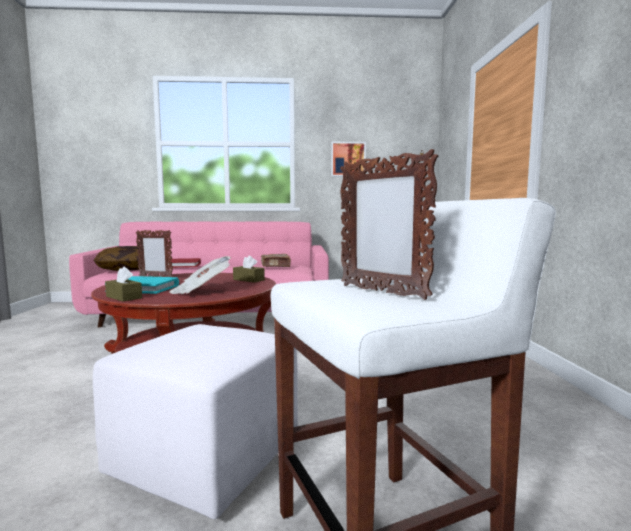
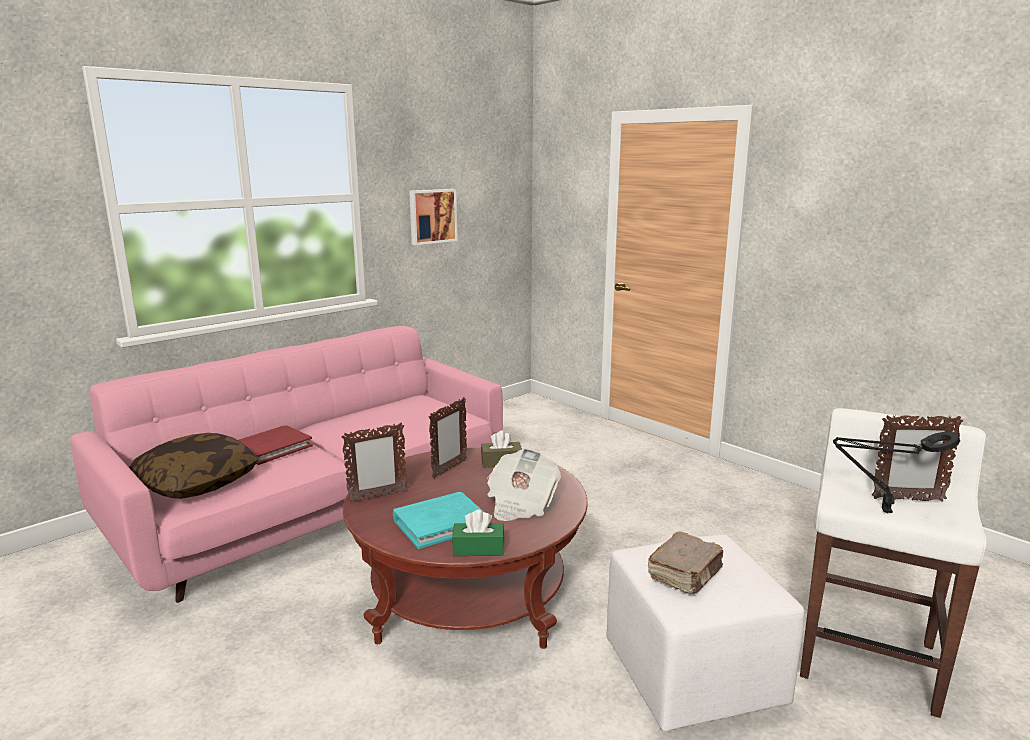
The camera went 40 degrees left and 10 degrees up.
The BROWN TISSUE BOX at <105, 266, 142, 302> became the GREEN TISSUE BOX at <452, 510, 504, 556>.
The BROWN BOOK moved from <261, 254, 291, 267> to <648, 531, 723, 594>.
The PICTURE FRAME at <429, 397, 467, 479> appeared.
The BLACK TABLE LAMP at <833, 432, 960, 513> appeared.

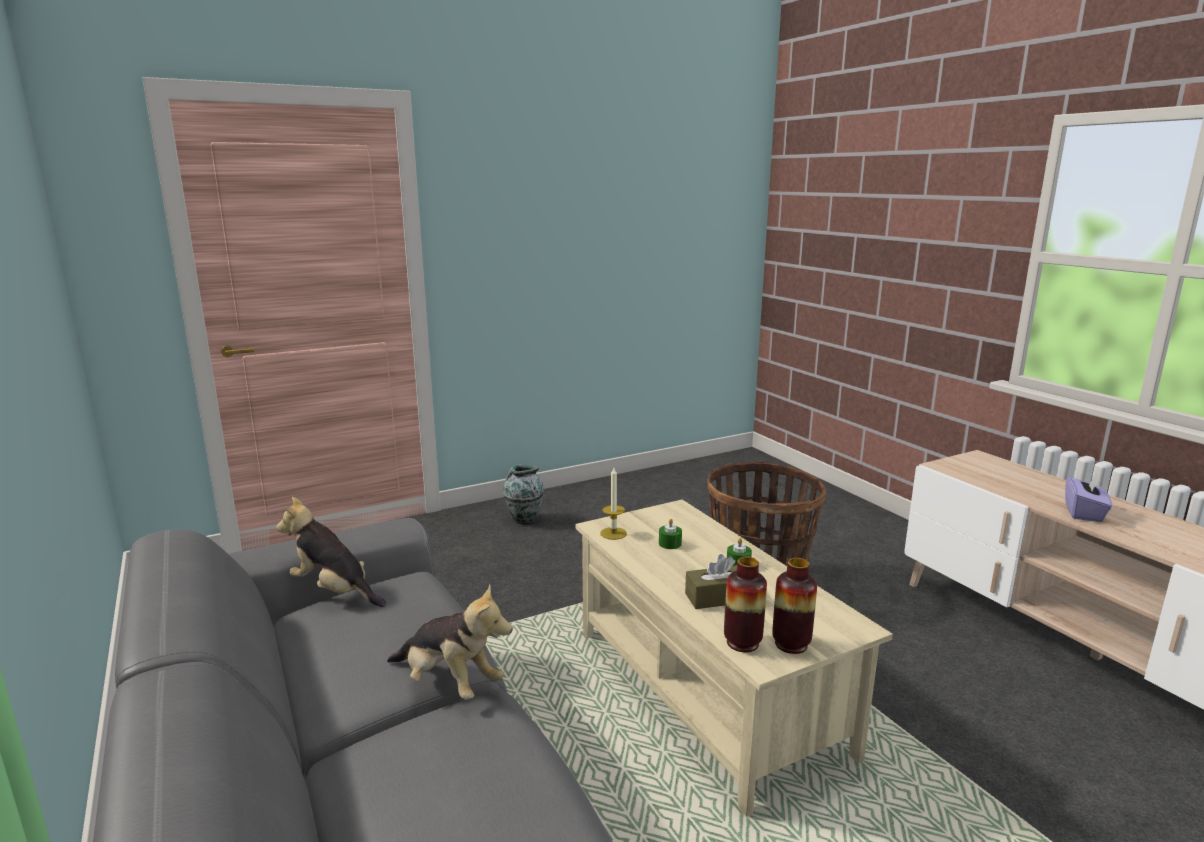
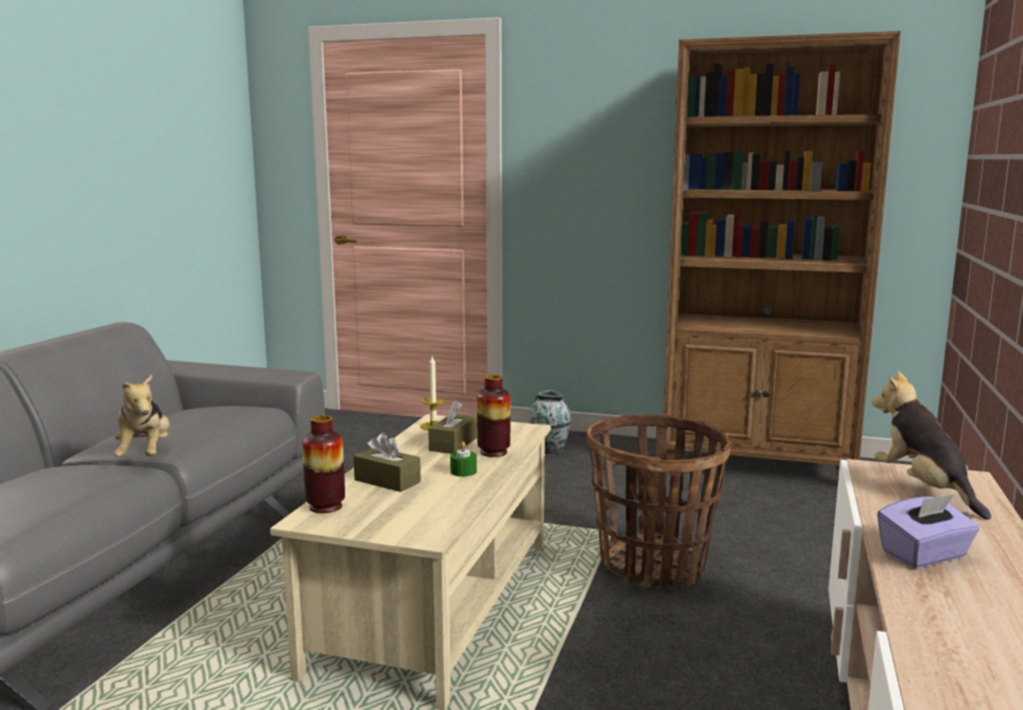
The camera went 45 degrees right and 5 degrees down.
The PLUSH TOY moved from <276, 497, 386, 607> to <872, 371, 991, 520>.
The GREEN CANDLE at <659, 519, 682, 549> was replaced by the BROWN TISSUE BOX at <428, 400, 477, 454>.
The VASE moved from <772, 558, 817, 654> to <477, 375, 510, 457>.
The BROWN BOOKCASE at <664, 31, 901, 478> appeared.

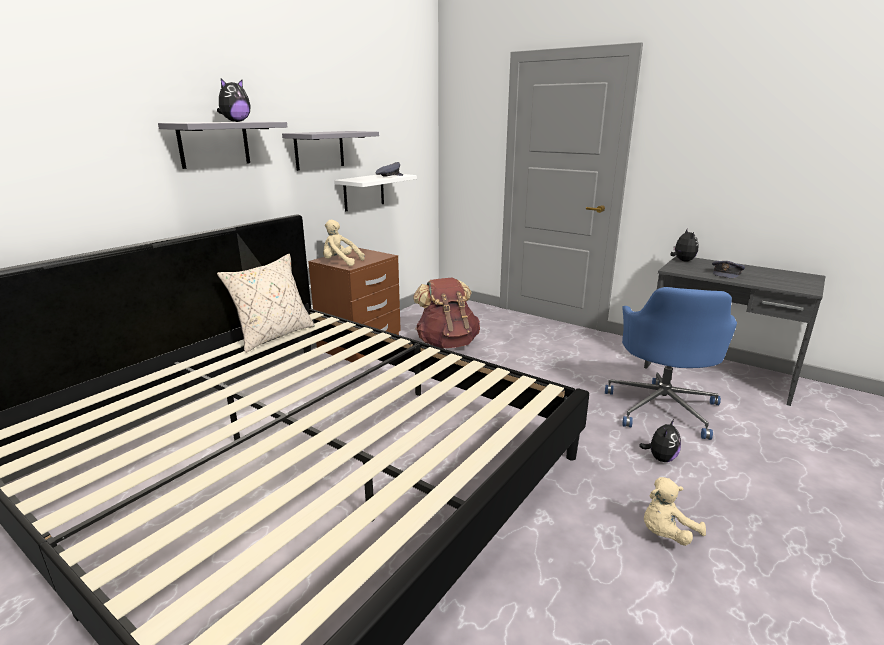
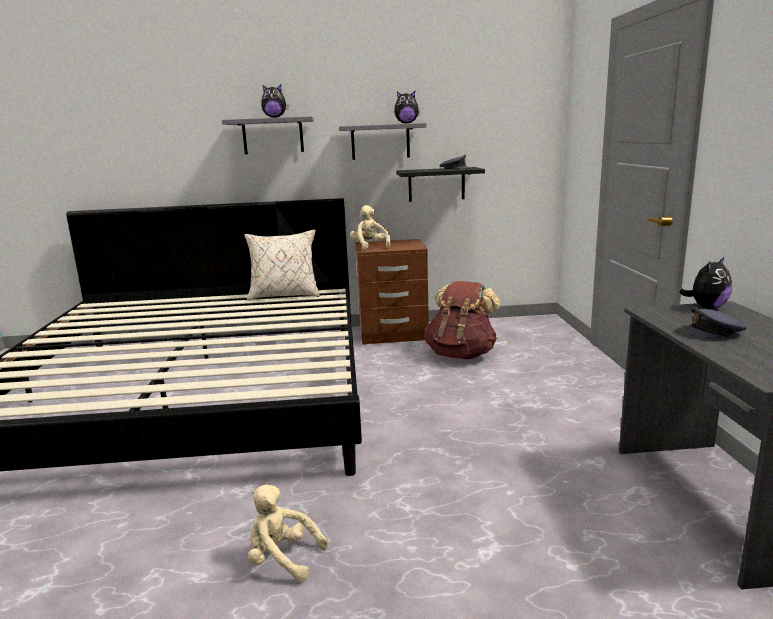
The camera went 50 degrees right and 5 degrees down.
The WHITE SHELF at <334, 174, 417, 211> became the BLACK SHELF at <397, 167, 485, 202>.
The BLUE OFFICE CHAIR at <605, 287, 737, 440> disappeared.
The PLUSH TOY moved from <639, 418, 681, 462> to <394, 91, 420, 124>.

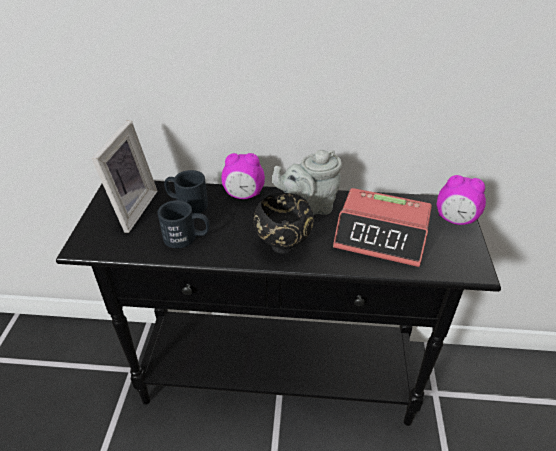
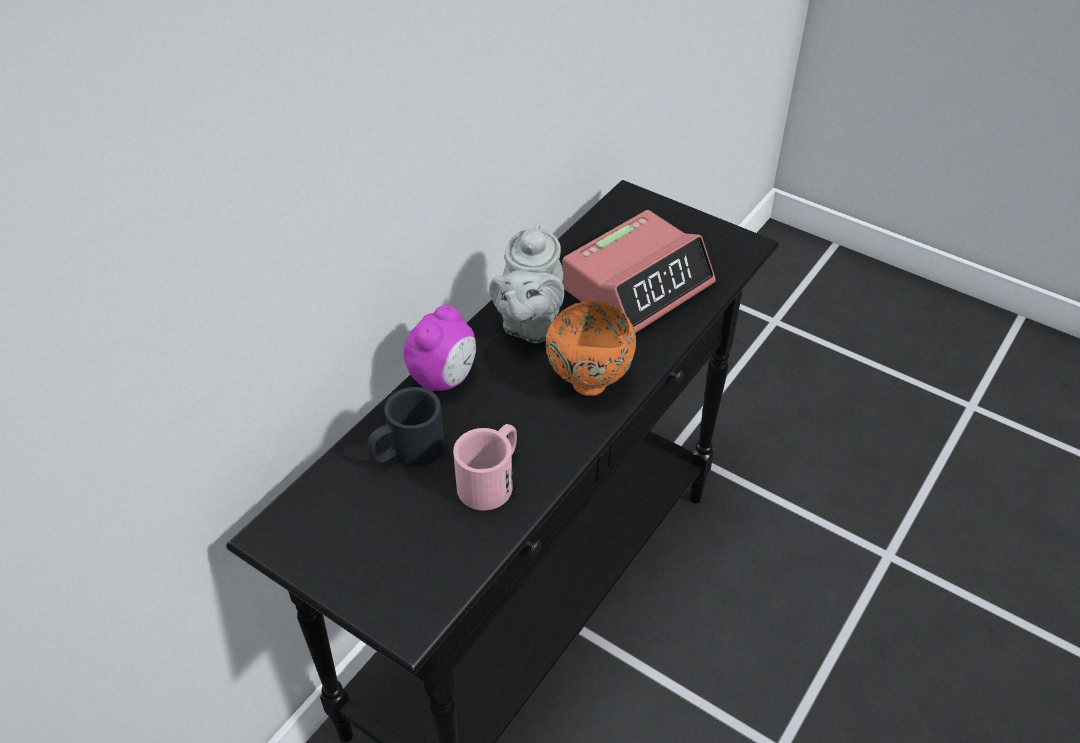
The camera went 60 degrees left and 5 degrees up.
The PICTURE FRAME at <91, 120, 158, 233> disappeared.
The BLACK MUG at <158, 200, 209, 248> became the PINK MUG at <453, 424, 517, 511>.
The BLACK BOWL at <254, 193, 314, 254> became the ORANGE BOWL at <546, 300, 636, 396>.
The ALARM CLOCK at <437, 175, 486, 225> disappeared.

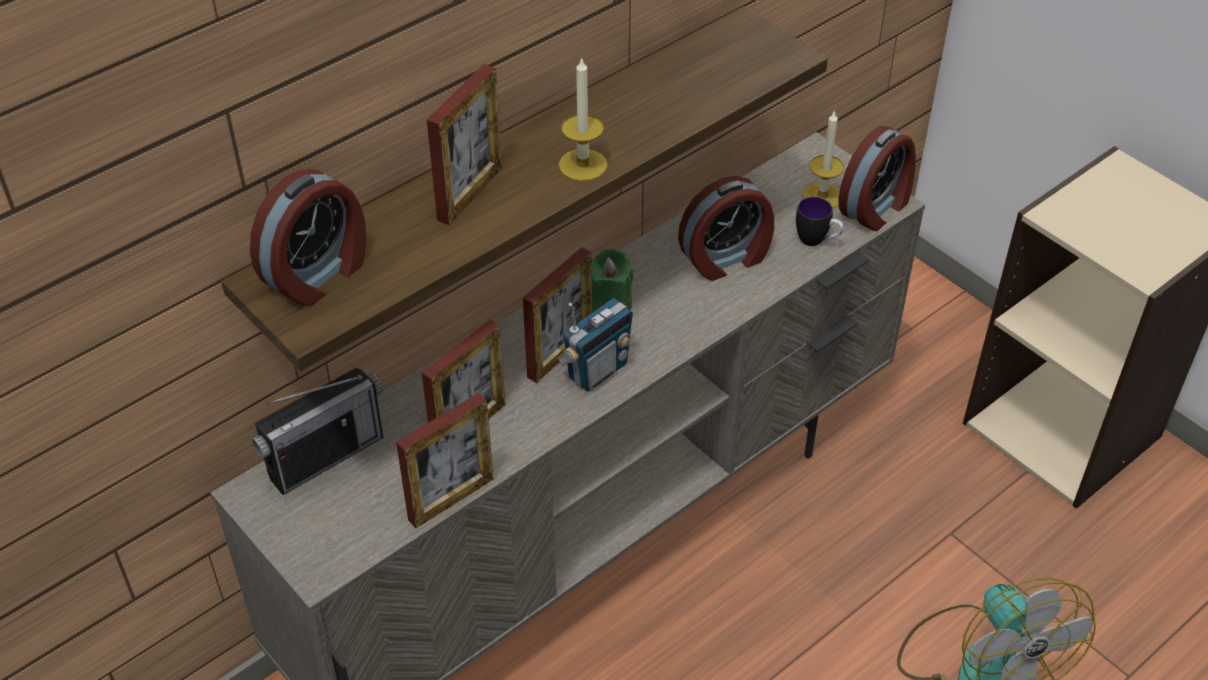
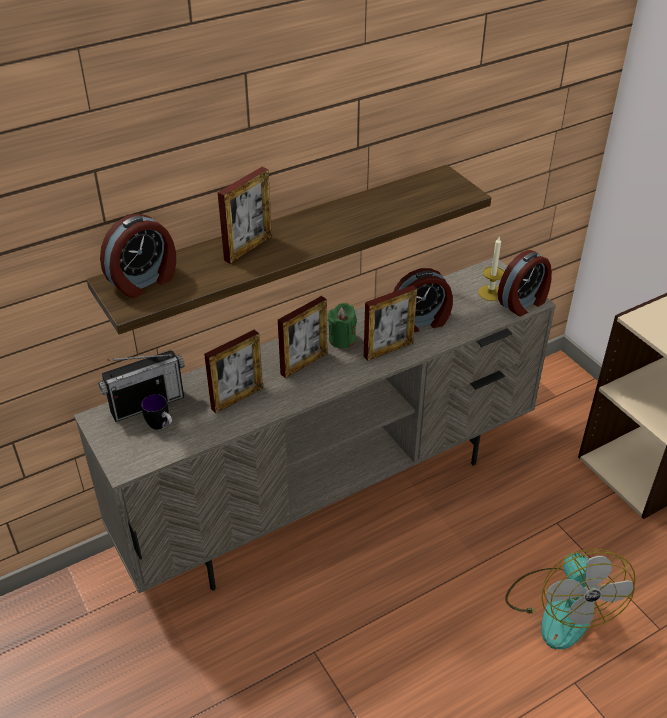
The camera went 10 degrees right and 5 degrees down.
The PICTURE FRAME moved from <396, 393, 494, 528> to <364, 285, 417, 361>.
The RADIO at <557, 298, 633, 392> disappeared.
The CANDLE at <559, 57, 608, 181> disappeared.
The MUG moved from <796, 197, 844, 246> to <141, 394, 172, 430>.

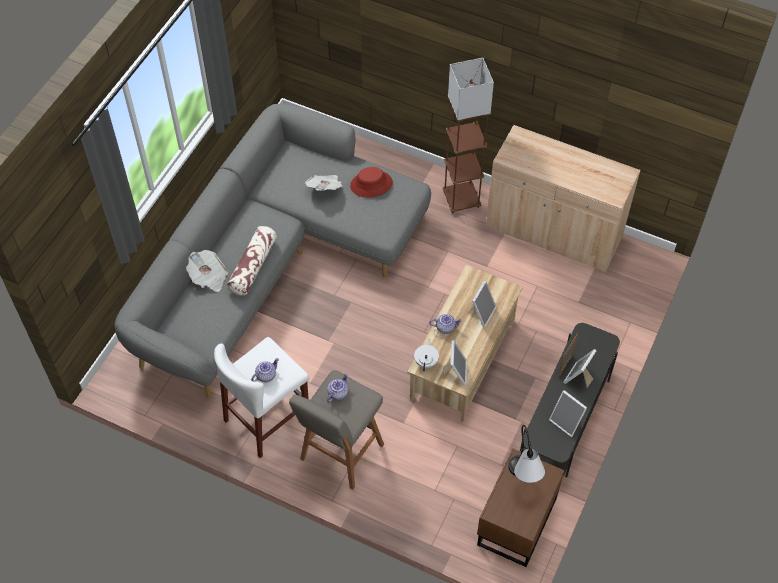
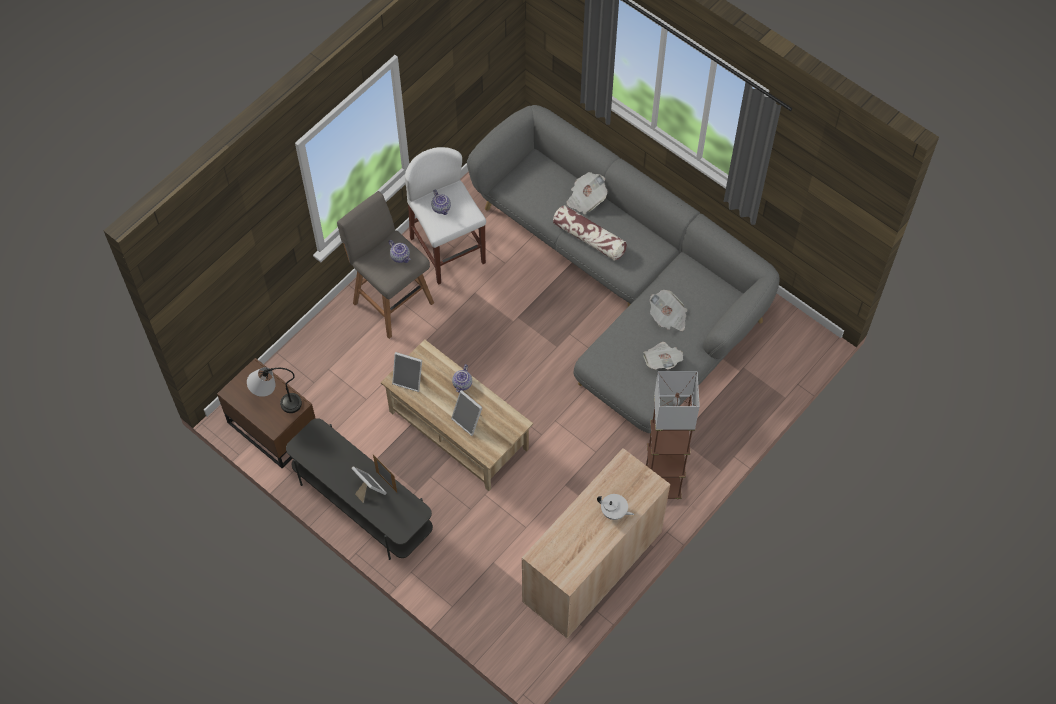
The camera went 105 degrees right and 5 degrees up.
The RED HAT at <350, 167, 393, 198> was replaced by the NEWSPAPER at <643, 342, 683, 369>.
The WHITE TEAPOT moved from <414, 339, 439, 371> to <597, 494, 634, 520>.
The PICTURE FRAME at <549, 390, 587, 437> disappeared.

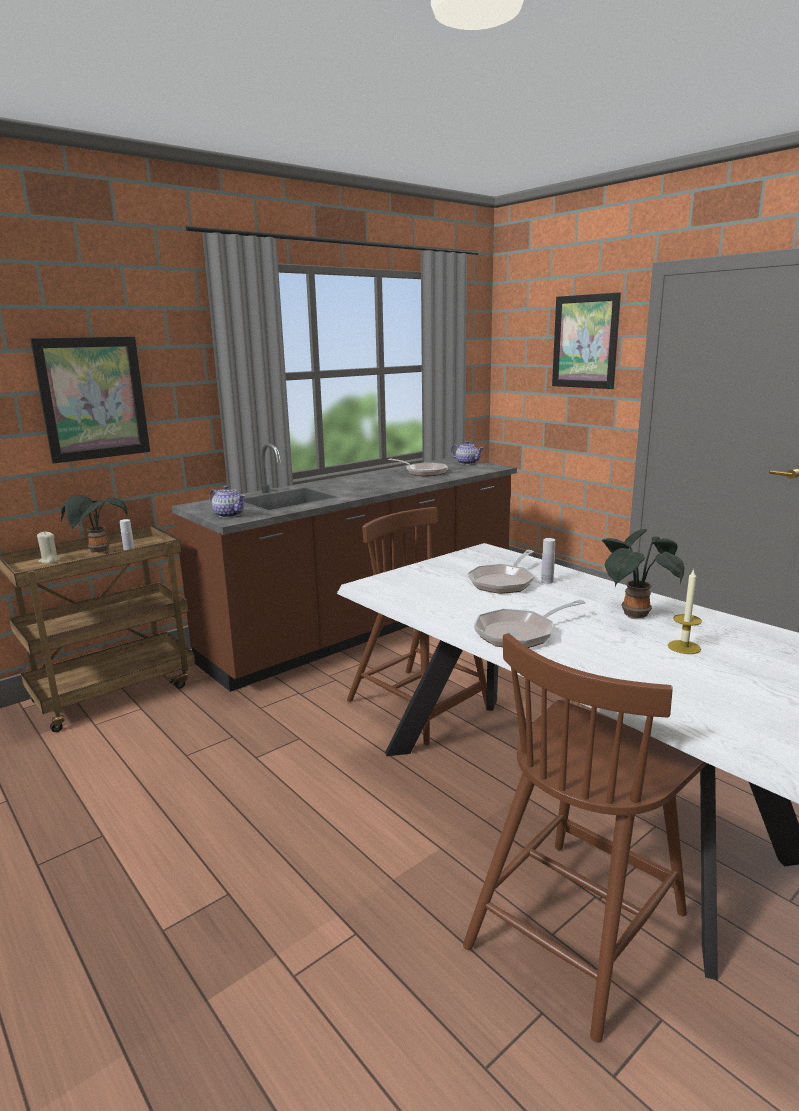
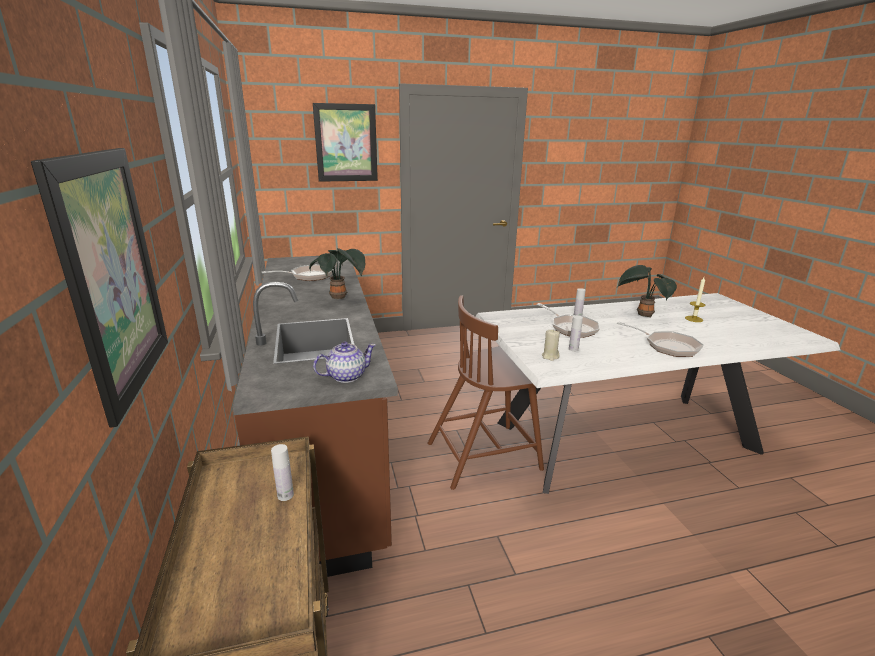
The camera went 65 degrees left and 5 degrees up.
The BEIGE CANDLE moved from <37, 531, 60, 564> to <542, 329, 560, 361>.
The POTTED PLANT moved from <61, 495, 128, 553> to <309, 248, 365, 299>.
The TEAPOT at <451, 441, 484, 465> disappeared.
The BROWN CHAIR at <463, 633, 707, 1042> disappeared.
The FRYING PAN at <474, 600, 586, 648> turned 45 degrees counterclockwise.
The WHITE BOTTLE at <569, 316, 583, 352> appeared.

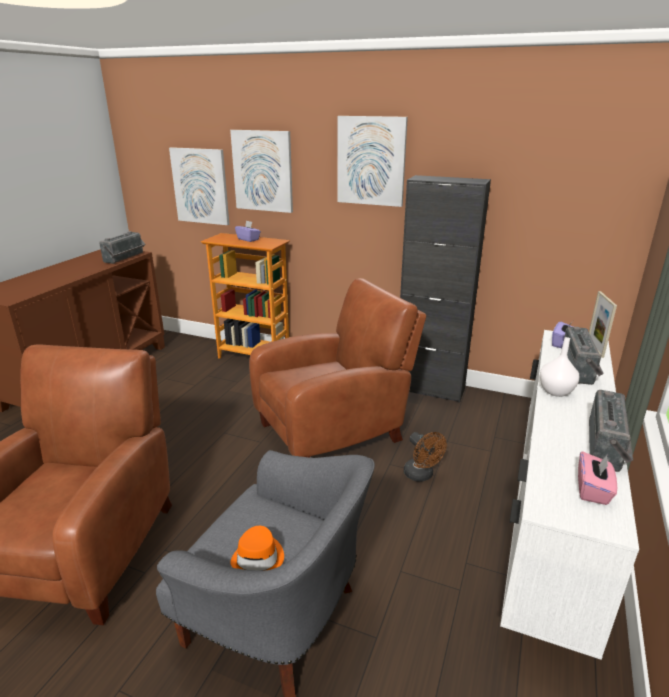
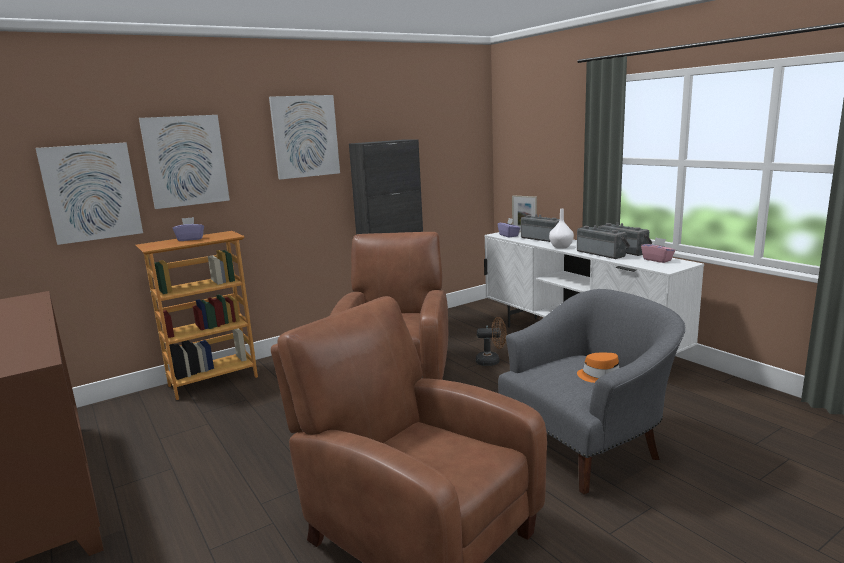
The camera went 55 degrees left and 10 degrees down.
The RADIO moved from <100, 231, 145, 264> to <577, 225, 630, 259>.

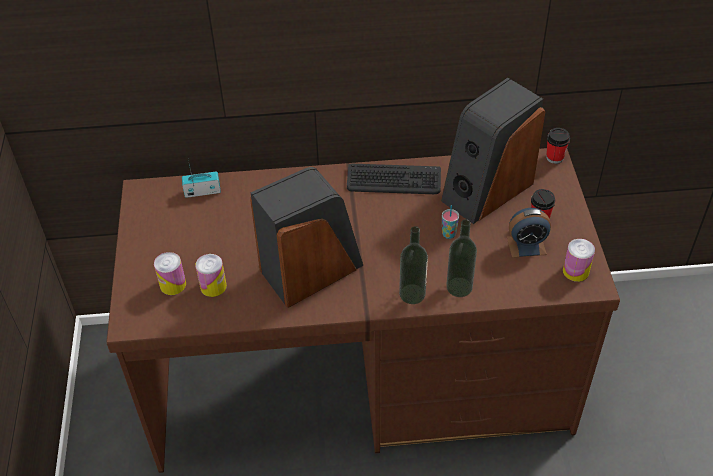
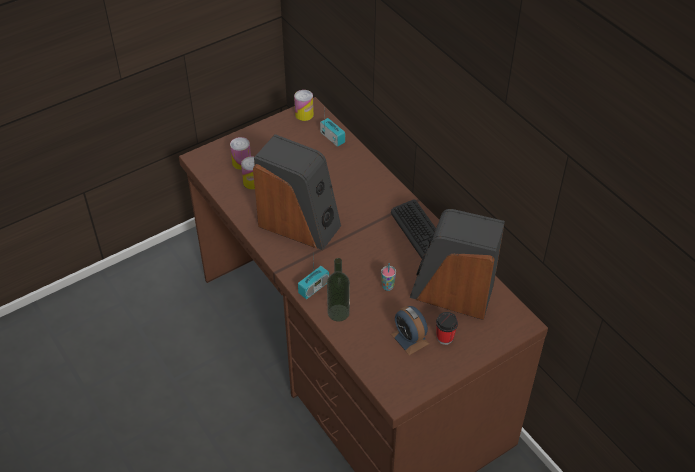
The camera went 60 degrees right and 0 degrees up.
The BOTTLE at <399, 226, 428, 304> was replaced by the RADIO at <298, 259, 329, 299>.
The CUP at <546, 128, 570, 164> disappeared.
The CAN moved from <563, 239, 595, 282> to <294, 90, 314, 121>.

